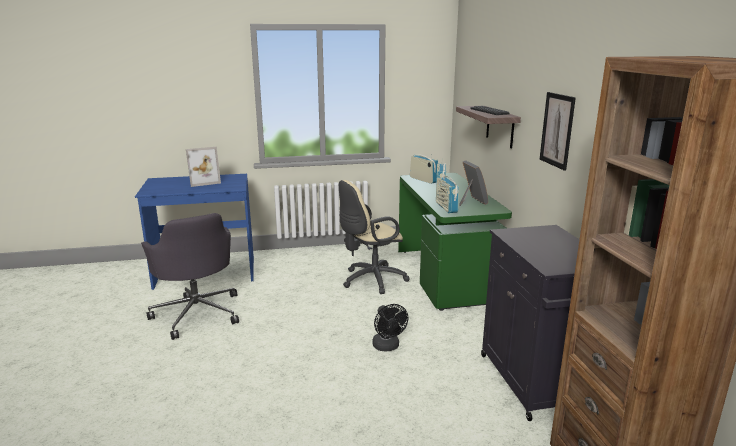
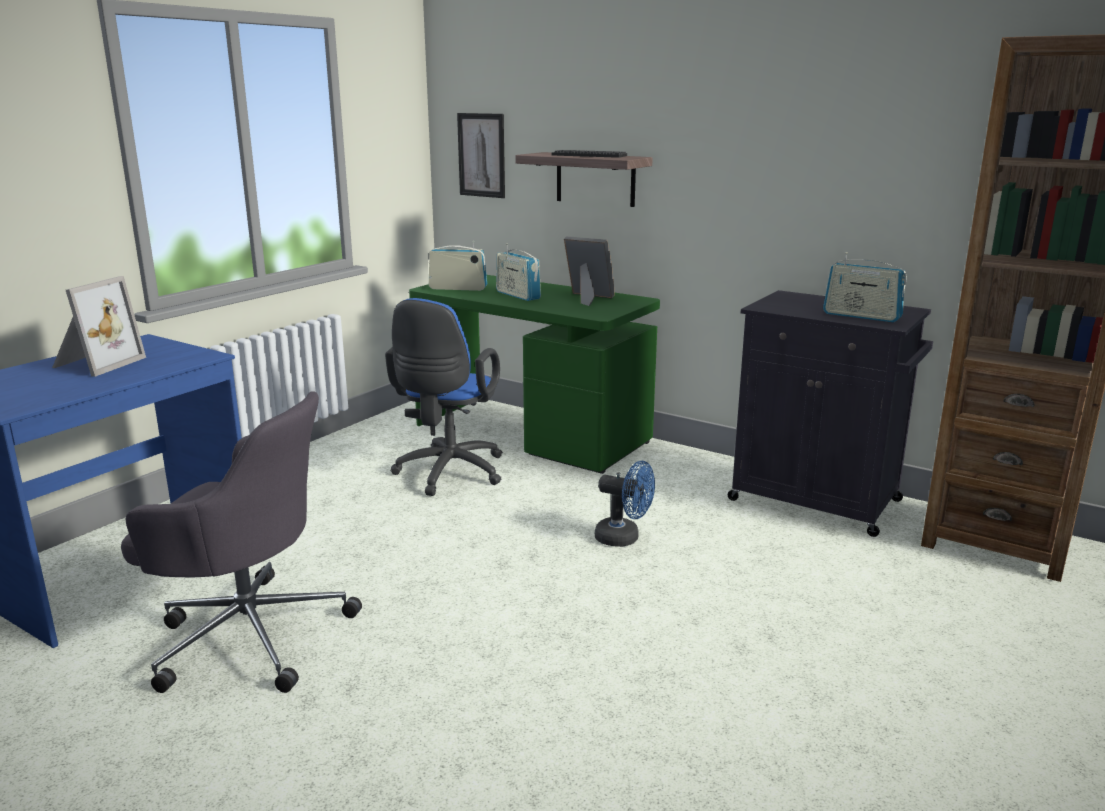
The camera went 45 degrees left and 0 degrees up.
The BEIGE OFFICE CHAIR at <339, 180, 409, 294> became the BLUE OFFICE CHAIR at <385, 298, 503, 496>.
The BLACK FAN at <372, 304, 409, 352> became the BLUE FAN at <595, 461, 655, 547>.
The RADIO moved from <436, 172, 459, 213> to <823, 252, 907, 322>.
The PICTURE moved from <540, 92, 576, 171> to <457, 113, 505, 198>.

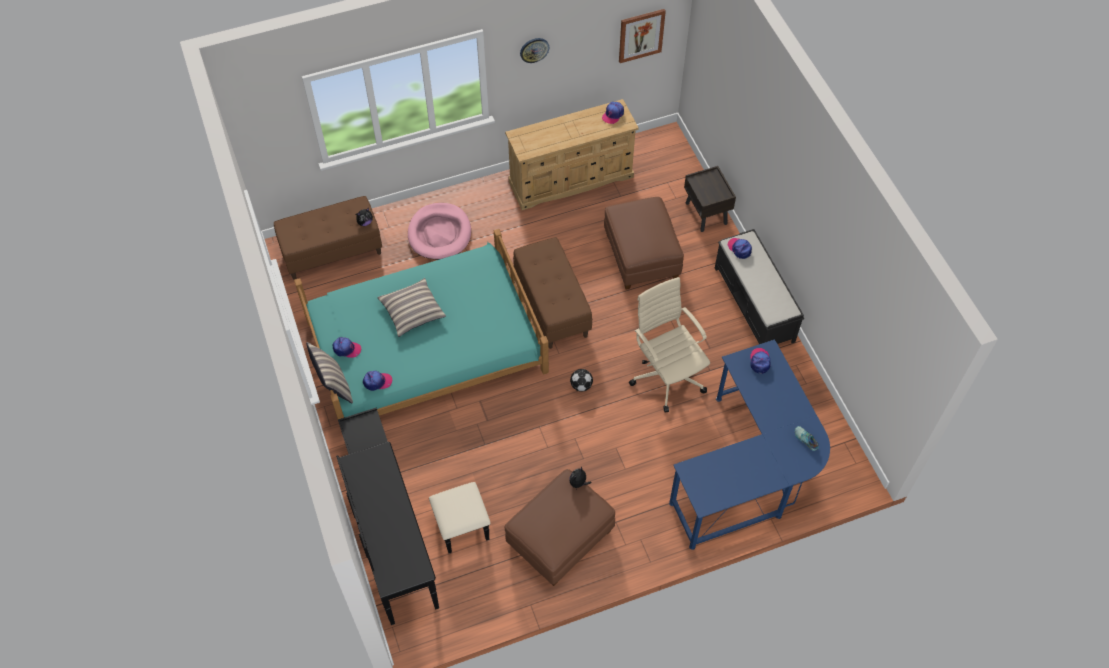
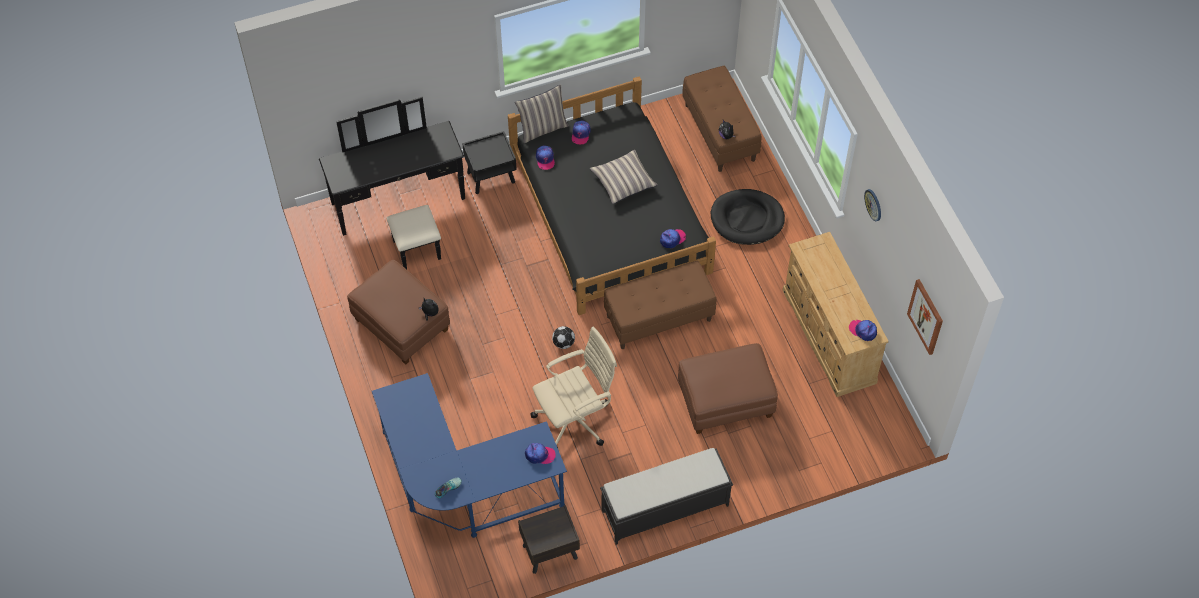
The camera went 90 degrees right and 0 degrees up.
The TURQUOISE BED at <294, 229, 549, 419> became the BLACK BED at <508, 76, 716, 315>.
The PINK DOG BED at <408, 203, 471, 260> became the BLACK DOG BED at <710, 189, 785, 245>.
The BROWN NIGHTSTAND moved from <684, 166, 736, 232> to <518, 505, 580, 574>.
The CAP moved from <728, 238, 752, 259> to <660, 229, 686, 248>.

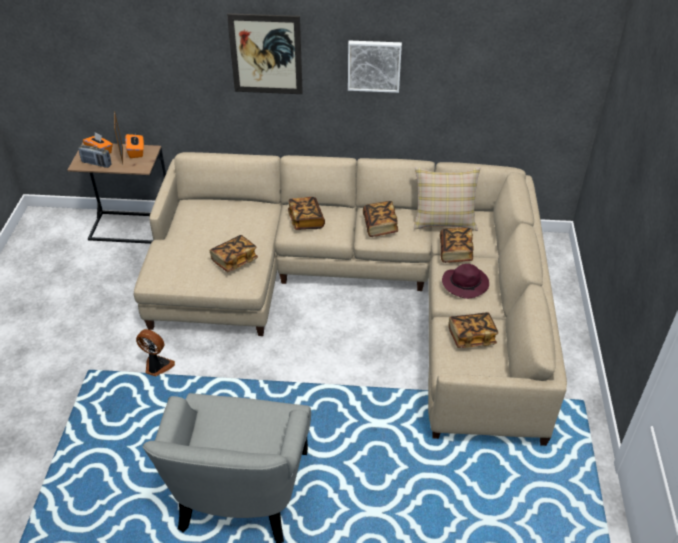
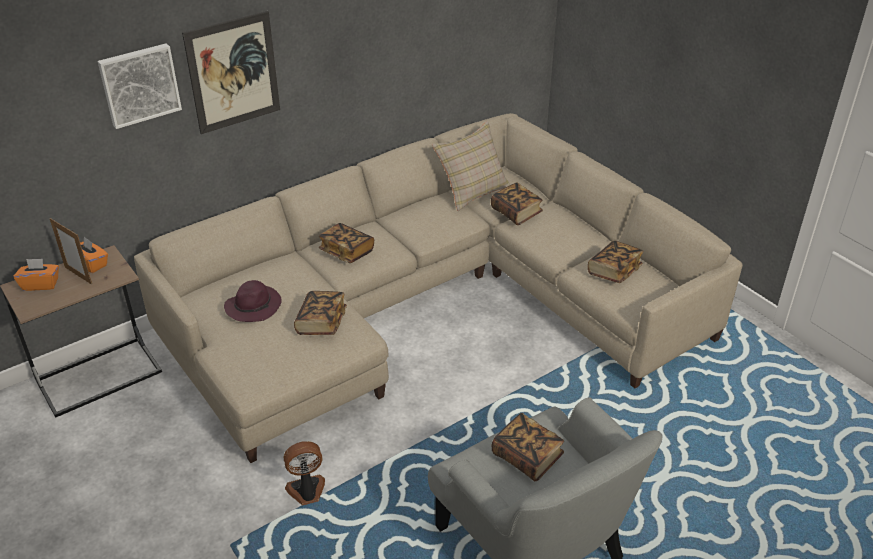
The camera went 40 degrees left and 5 degrees down.
The RADIO at <78, 145, 111, 168> disappeared.
The PICTURE moved from <348, 41, 402, 93> to <97, 43, 182, 129>.
The BOOK moved from <363, 201, 398, 237> to <492, 413, 564, 481>.
The PURPLE HAT moved from <442, 264, 489, 299> to <224, 280, 282, 322>.

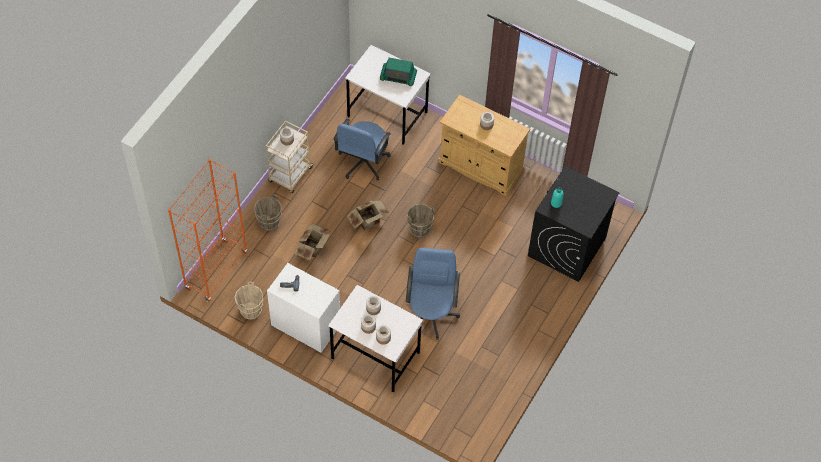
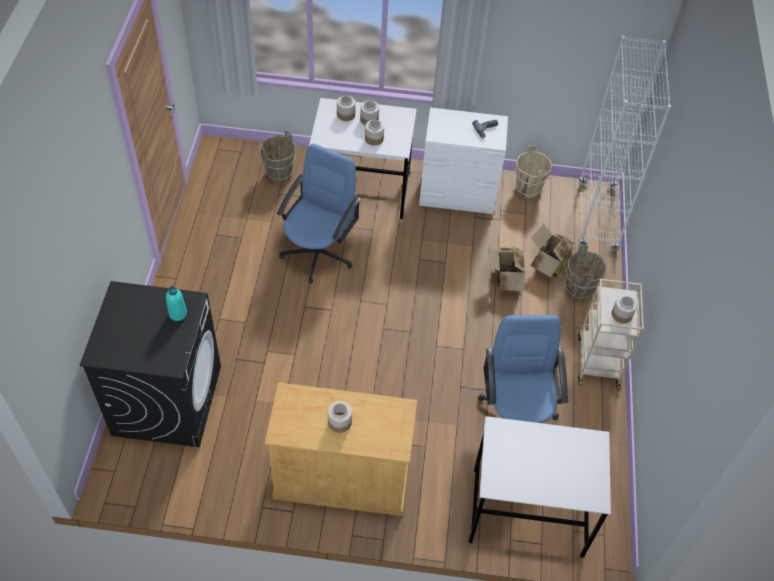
The camera went 155 degrees right and 5 degrees down.
The ORANGE BOOKCASE at <168, 159, 247, 302> became the WHITE BOOKCASE at <579, 36, 671, 251>.
The CARDBOARD BOX moved from <347, 200, 389, 231> to <530, 224, 578, 278>.
The RADIO at <380, 58, 417, 86> disappeared.
The BLUE OFFICE CHAIR at <406, 248, 460, 340> turned 135 degrees counterclockwise.
The BROWN BUCKET moved from <407, 204, 435, 238> to <260, 131, 296, 183>.

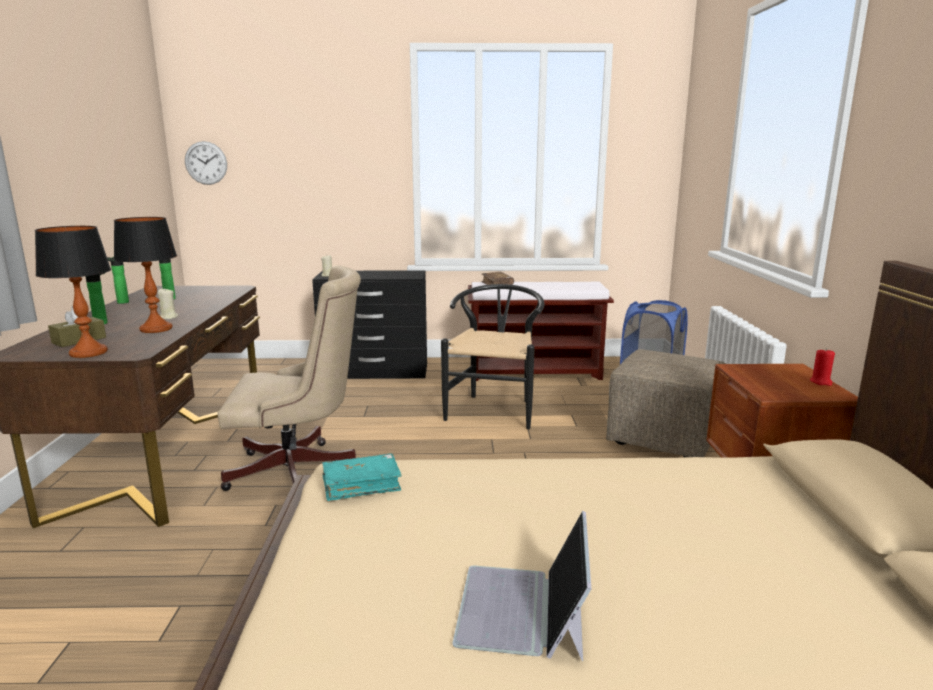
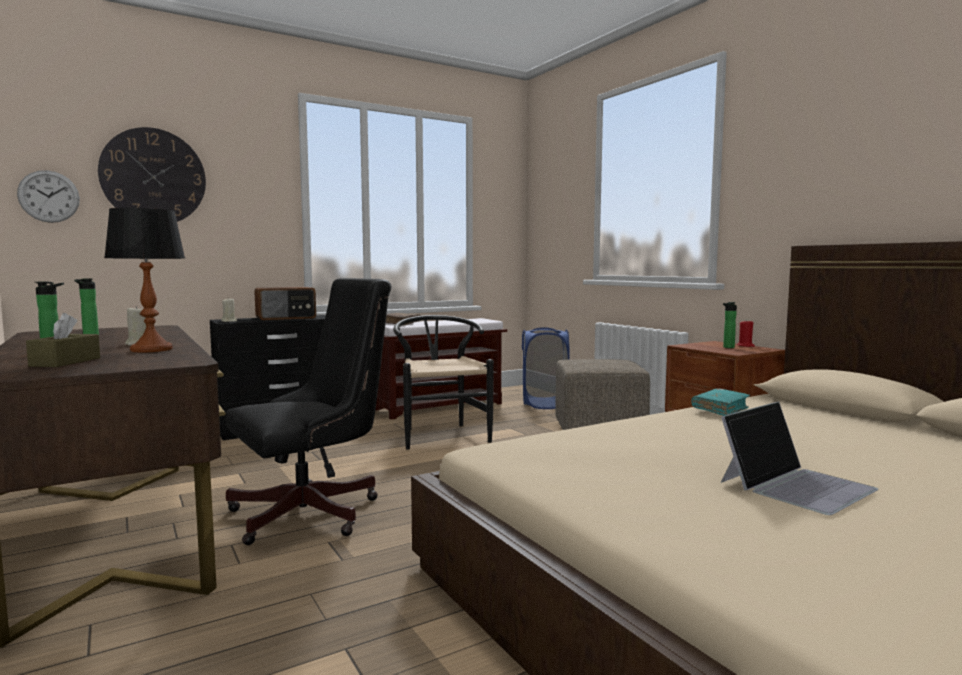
The camera went 30 degrees left and 10 degrees down.
The TABLE LAMP at <35, 226, 111, 358> disappeared.
The BOTTLE moved from <107, 257, 129, 304> to <723, 302, 737, 348>.
The BEIGE OFFICE CHAIR at <218, 265, 361, 491> became the BLACK OFFICE CHAIR at <226, 278, 392, 545>.
The TURQUOISE BOOK moved from <323, 453, 402, 501> to <691, 388, 750, 416>.
The LAPTOP at <452, 511, 591, 661> turned 105 degrees counterclockwise.
The WALL CLOCK at <98, 127, 206, 222> appeared.
The RADIO at <254, 287, 316, 320> appeared.

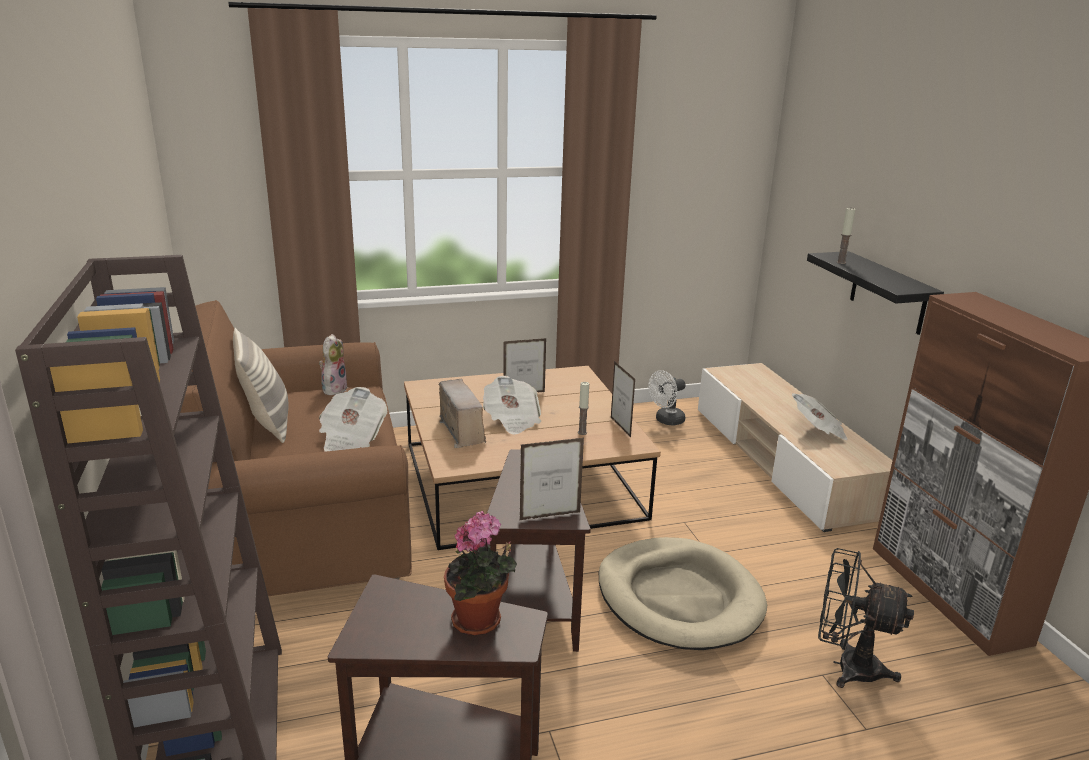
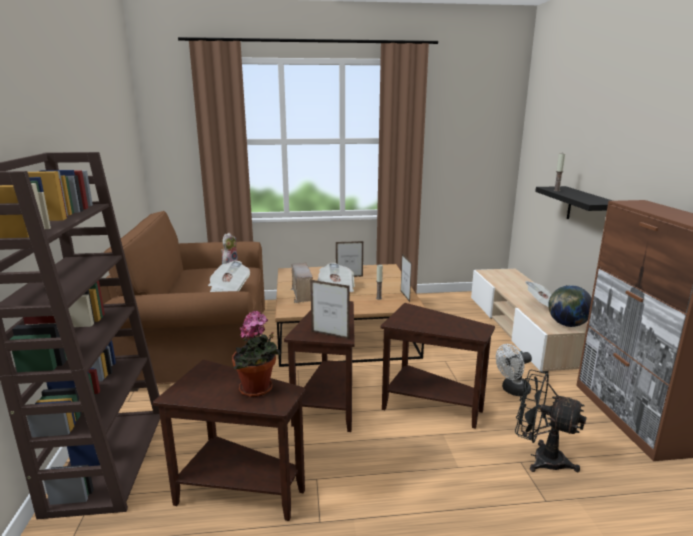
The camera went 10 degrees right and 5 degrees down.
The PILLOW at <233, 328, 288, 443> disappeared.
The PICTURE FRAME at <519, 438, 584, 521> turned 150 degrees counterclockwise.
The BEIGE DOG BED at <599, 537, 767, 650> was replaced by the BROWN SIDE TABLE at <381, 303, 495, 429>.
The WHITE FAN moved from <649, 370, 686, 425> to <496, 344, 532, 396>.
The GLOBE at <548, 285, 592, 327> appeared.

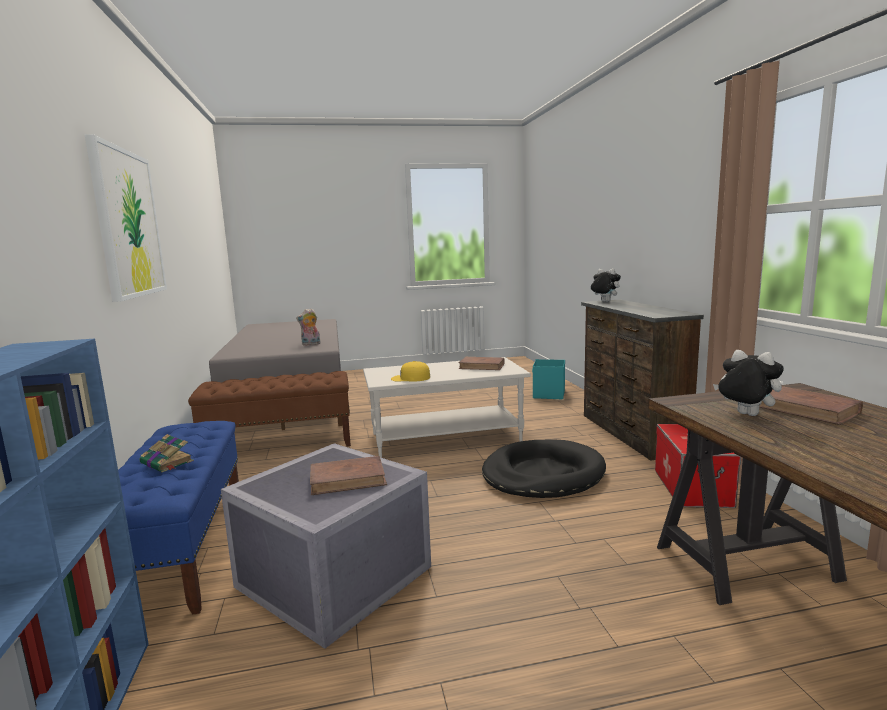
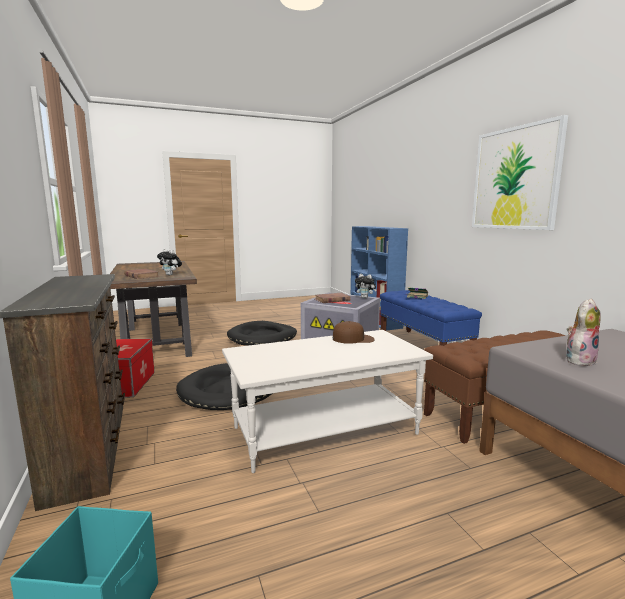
The camera went 170 degrees right and 0 degrees up.
The YELLOW CAP at <391, 361, 430, 382> became the BROWN CAP at <333, 321, 375, 344>.
The BROWN BOOK at <459, 357, 505, 370> disappeared.
The PLUSH TOY moved from <590, 268, 621, 302> to <355, 274, 377, 298>.
The BLACK DOG BED at <227, 321, 297, 346> appeared.

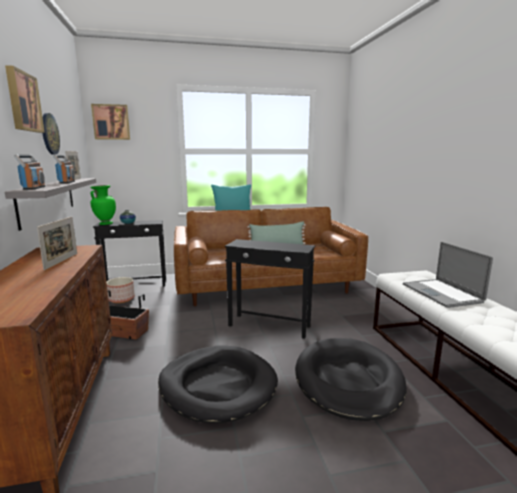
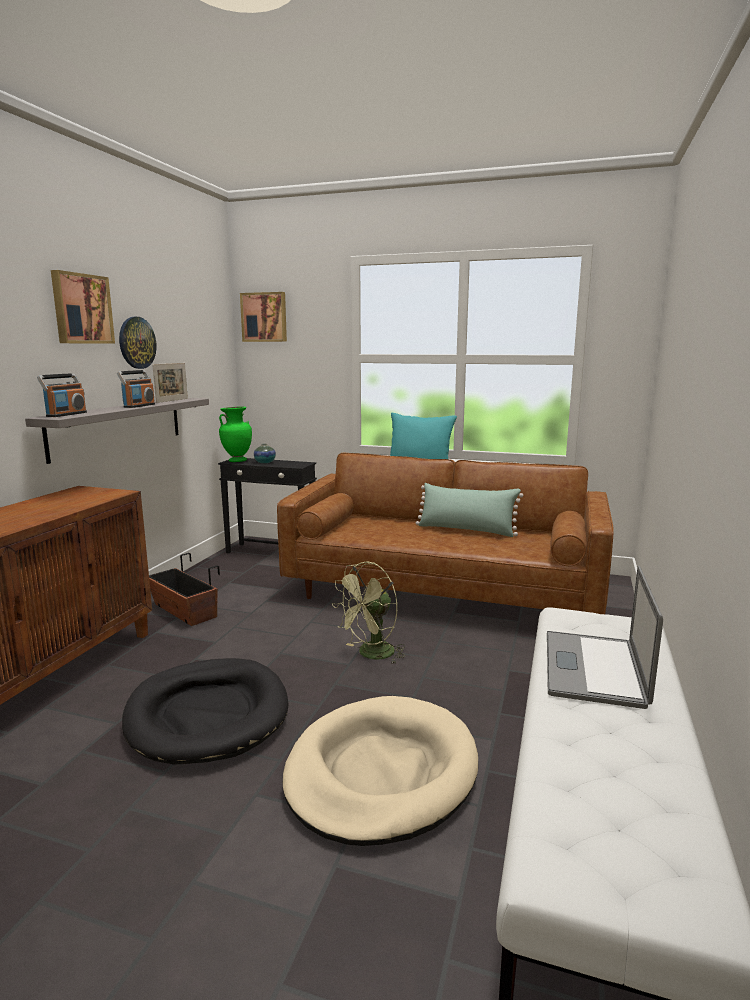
The camera went 30 degrees right and 0 degrees up.
The PICTURE FRAME at <37, 217, 77, 270> disappeared.
The PLANTER at <106, 277, 135, 303> disappeared.
The BLACK SIDE TABLE at <225, 239, 315, 339> was replaced by the GREEN FAN at <332, 561, 405, 664>.
The BLACK DOG BED at <295, 338, 407, 421> became the BEIGE DOG BED at <282, 696, 478, 846>.

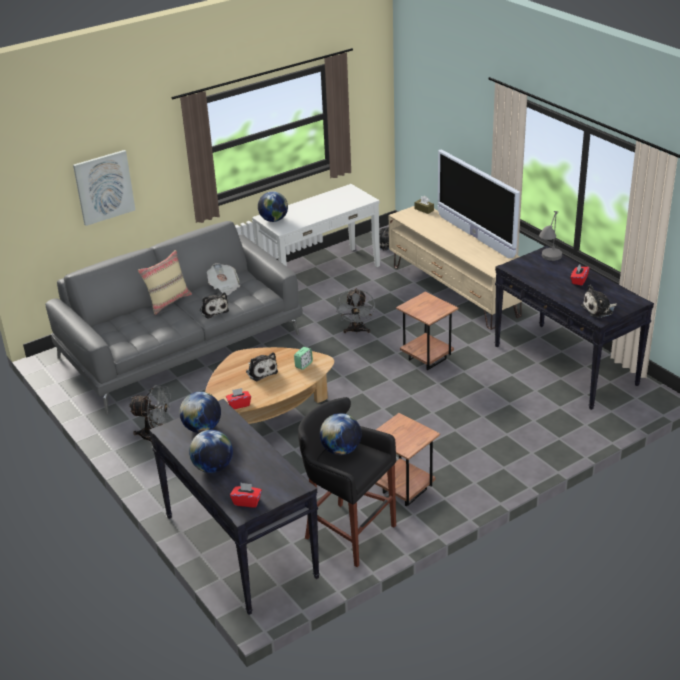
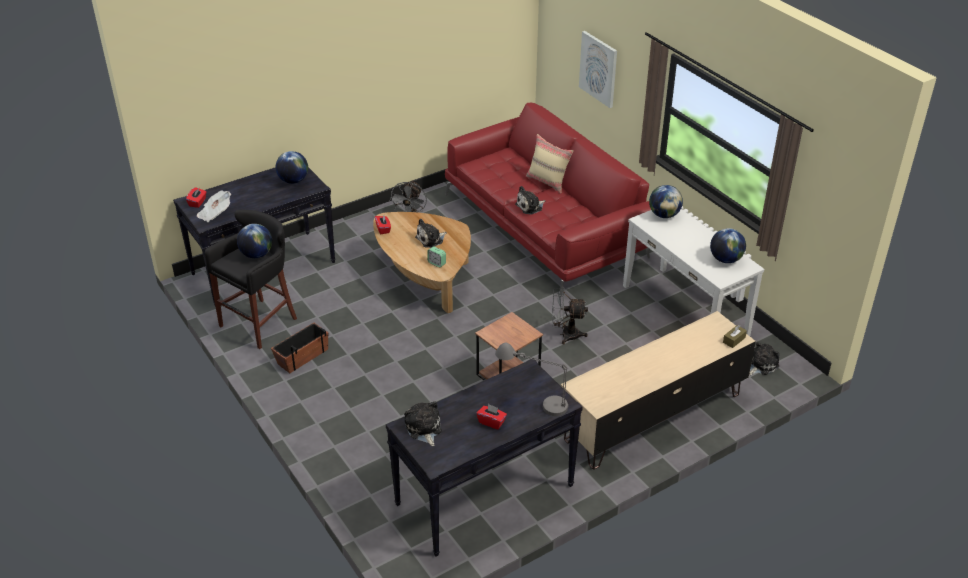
The camera went 90 degrees right and 5 degrees up.
The GREY SOFA at <45, 221, 303, 414> became the RED SOFA at <445, 103, 651, 296>.
The GLOBE moved from <189, 430, 233, 473> to <710, 228, 746, 263>.
The NEWSPAPER moved from <207, 263, 240, 295> to <197, 190, 231, 222>.
The BROWN SIDE TABLE at <375, 413, 440, 506> was replaced by the PLANTER at <271, 323, 328, 373>.
The TELEVISION at <438, 150, 520, 258> disappeared.

